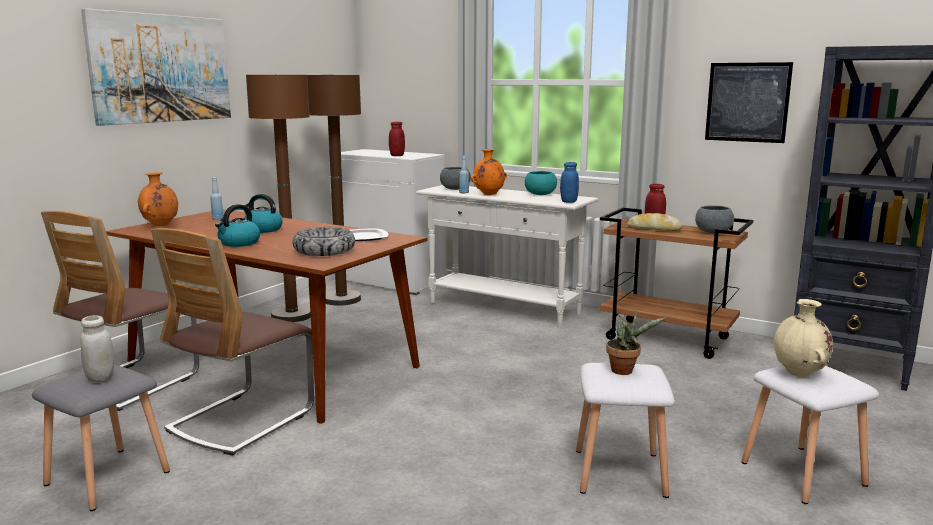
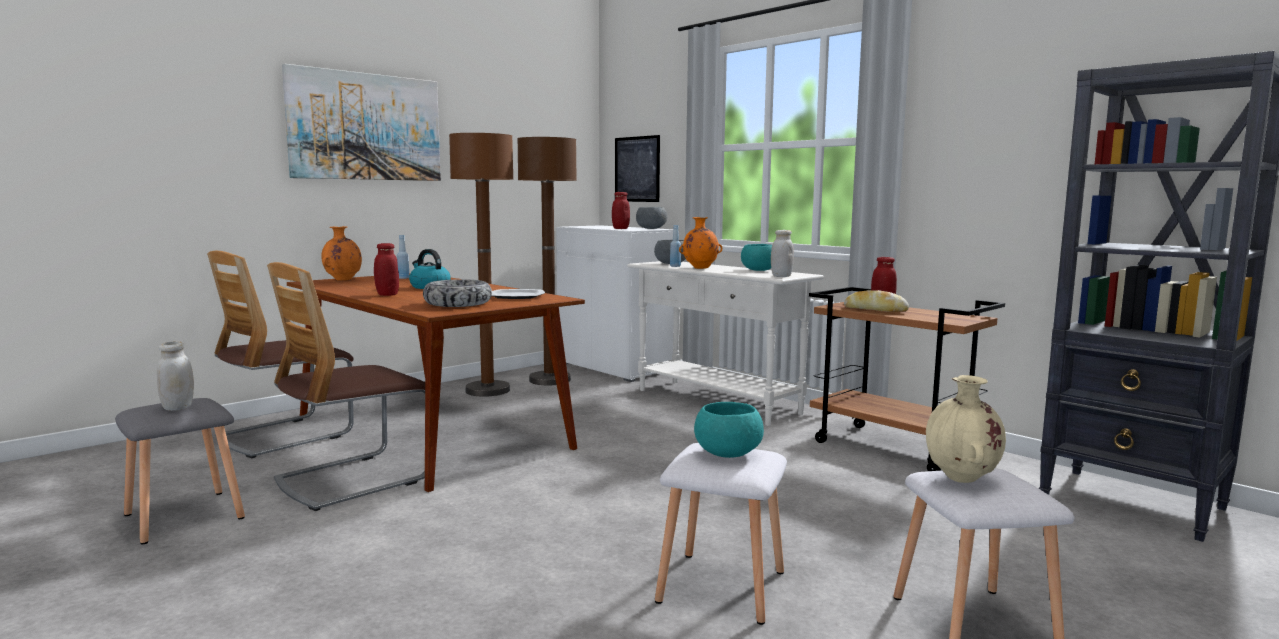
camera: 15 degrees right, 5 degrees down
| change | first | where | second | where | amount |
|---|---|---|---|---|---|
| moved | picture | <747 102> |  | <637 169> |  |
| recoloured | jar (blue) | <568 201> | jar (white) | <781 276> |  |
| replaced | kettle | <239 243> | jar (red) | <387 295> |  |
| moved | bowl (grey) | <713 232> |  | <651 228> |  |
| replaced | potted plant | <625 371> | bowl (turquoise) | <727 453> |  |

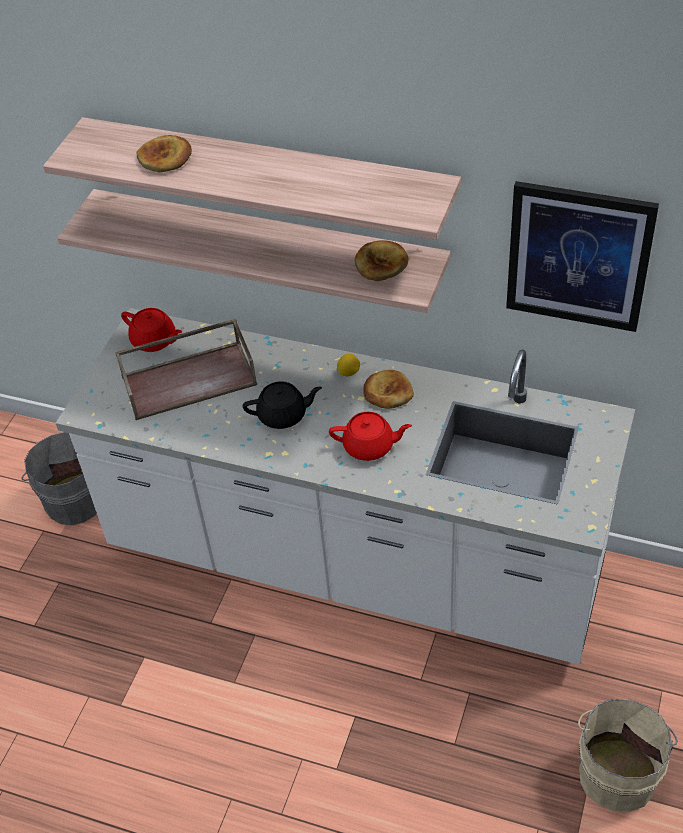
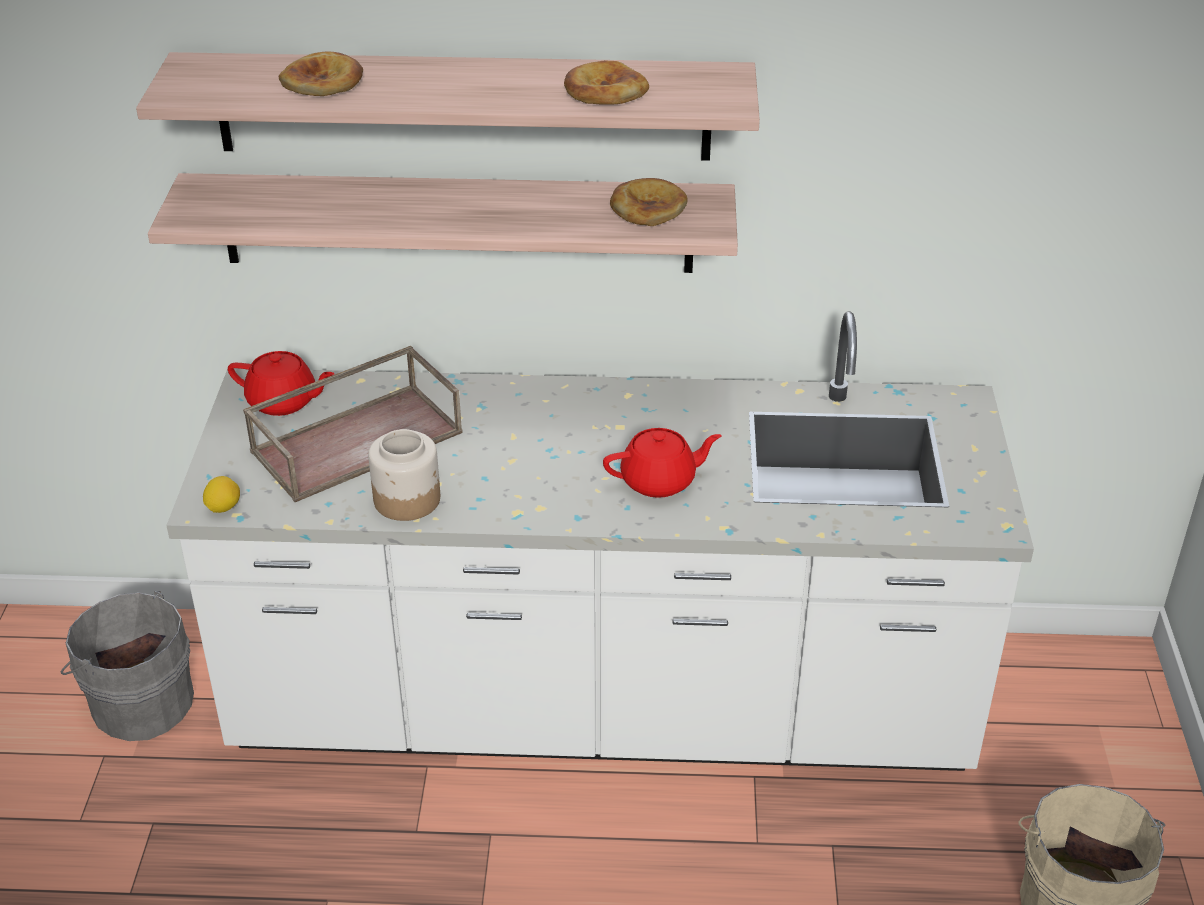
camera: 20 degrees left, 10 degrees down
| change | first | where | second | where | amount |
|---|---|---|---|---|---|
| removed | picture | <578 256> |  |  |  |
| moved | lemon | <348 372> |  | <223 507> |  |
| moved | bread | <387 392> |  | <604 90> |  |
| removed | teapot (black) | <283 415> |  |  |  |
| added |  |  | jar | <408 499> |  |

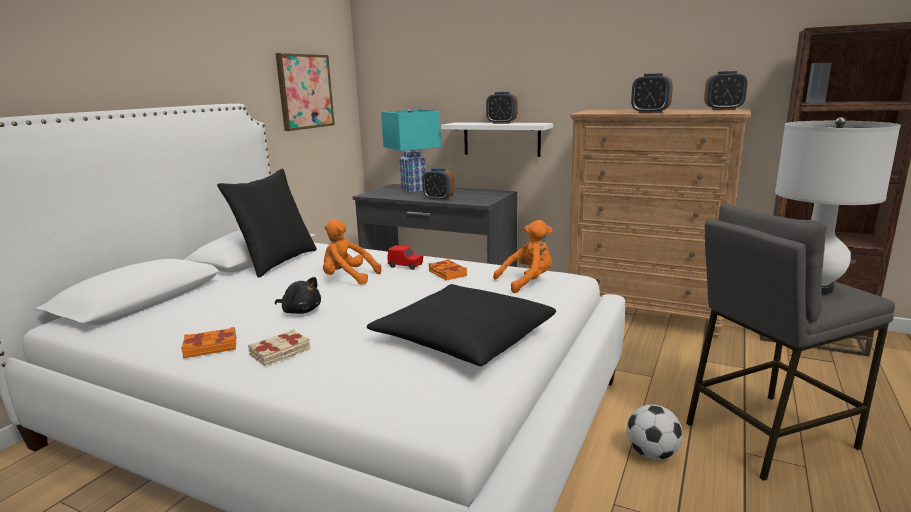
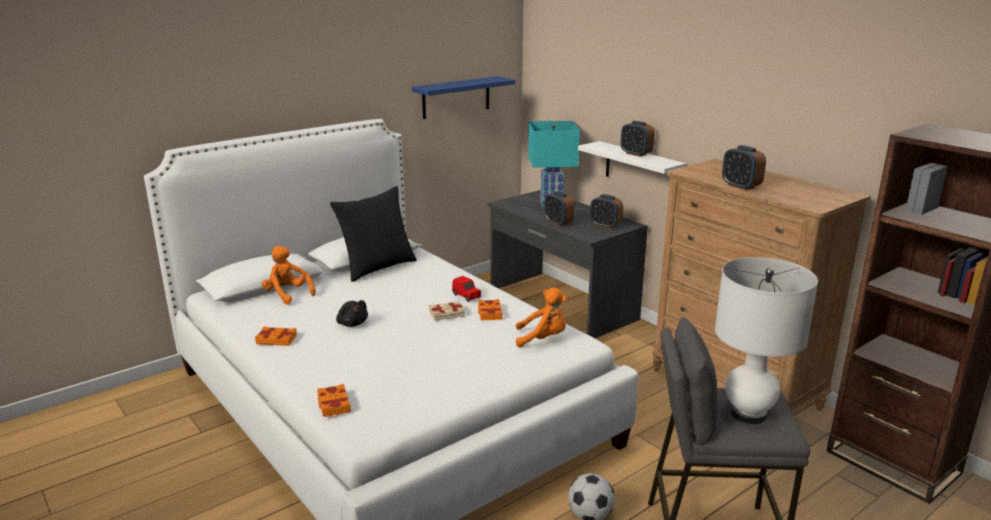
camera: 25 degrees right, 5 degrees up
| change | first | where | second | where | amount |
|---|---|---|---|---|---|
| replaced | picture | <305 91> | shelf (blue) | <456 97> |  |
| moved | alarm clock | <723 109> |  | <605 226> |  |
| moved | plush toy (orange) | <347 278> |  | <287 295> |  |
| removed | pillow (black) | <464 338> |  |  |  |
| moved | book (beige) | <280 352> |  | <447 314> |  |
| added |  |  | book (orange) | <333 404> |  |

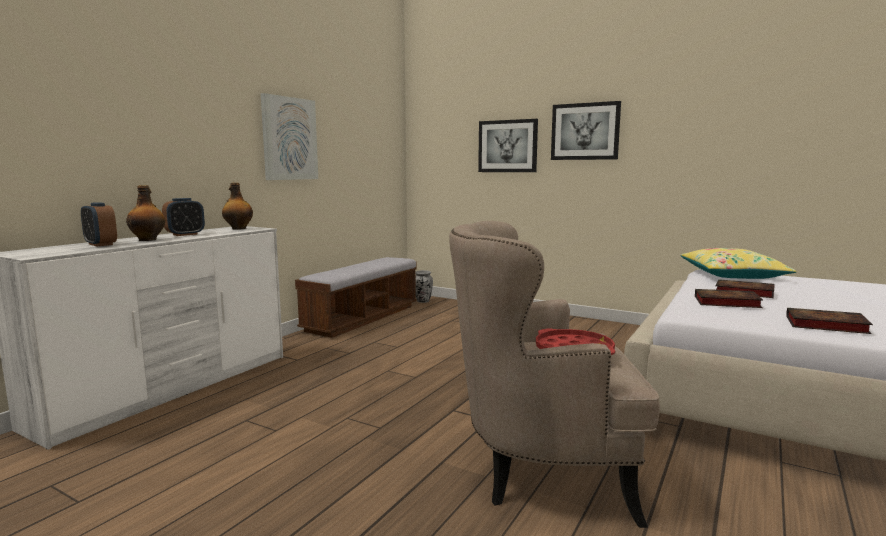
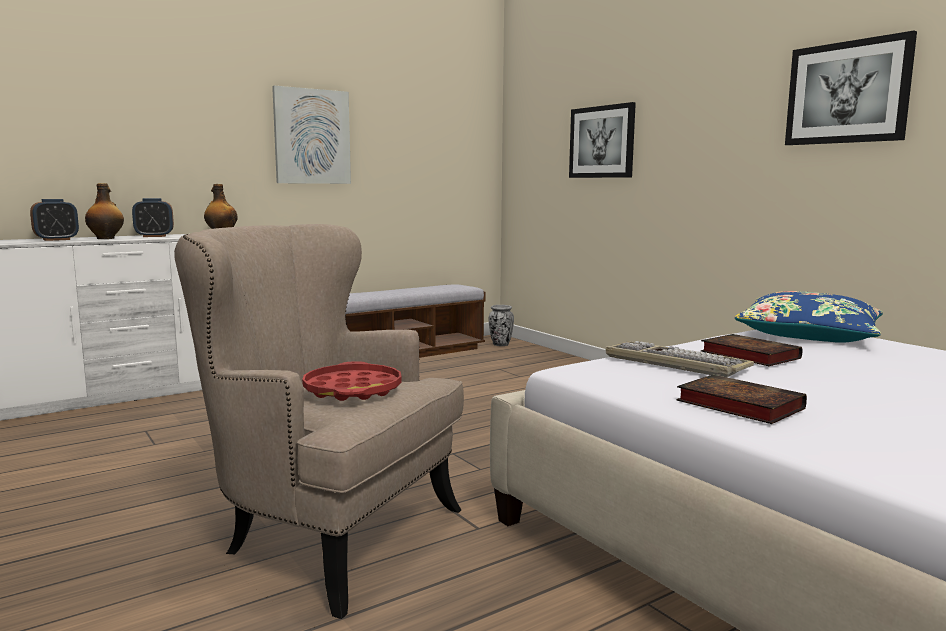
camera: 25 degrees right, 0 degrees up
| change | first | where | second | where | amount |
|---|---|---|---|---|---|
| moved | picture | <585 131> |  | <847 92> |  |
| turned | alarm clock | <100 244> |  | <56 239> | 105 degrees counterclockwise |
| recoloured | pillow (yellow) | <732 275> | pillow (blue) | <809 335> |  |
| replaced | book | <725 302> | keyboard | <673 363> |  |

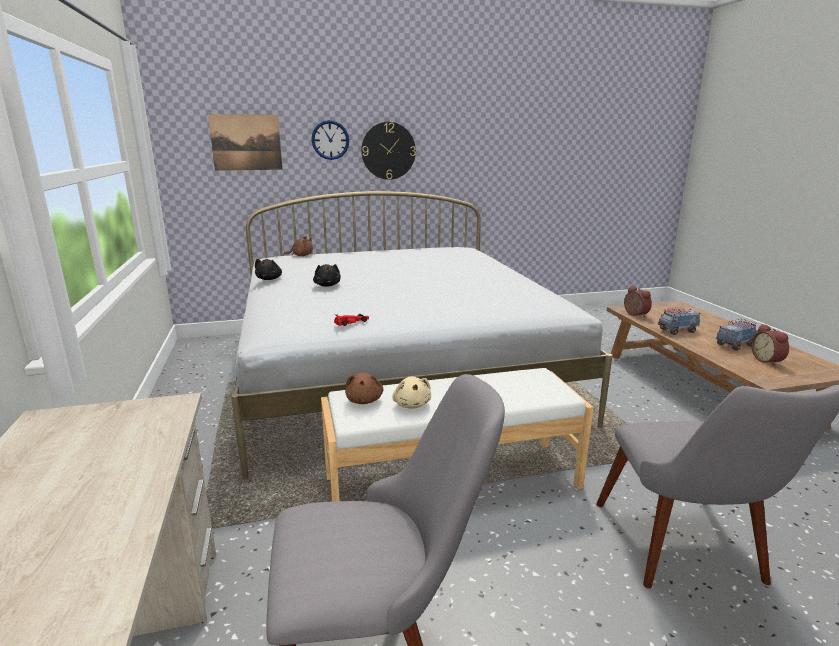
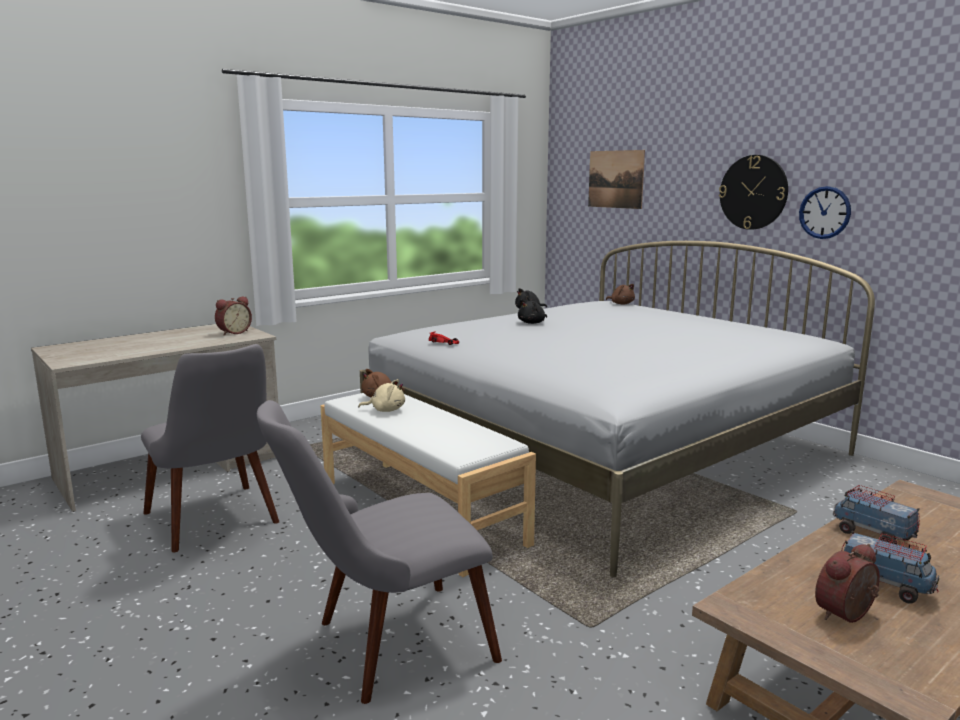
camera: 65 degrees right, 5 degrees down
| change | first | where | second | where | amount |
|---|---|---|---|---|---|
| moved | wall clock | <330 140> |  | <824 212> |  |
| moved | alarm clock | <634 314> |  | <233 332> |  |
| turned | plush toy (beige) | <412 404> |  | <386 410> | 135 degrees counterclockwise |

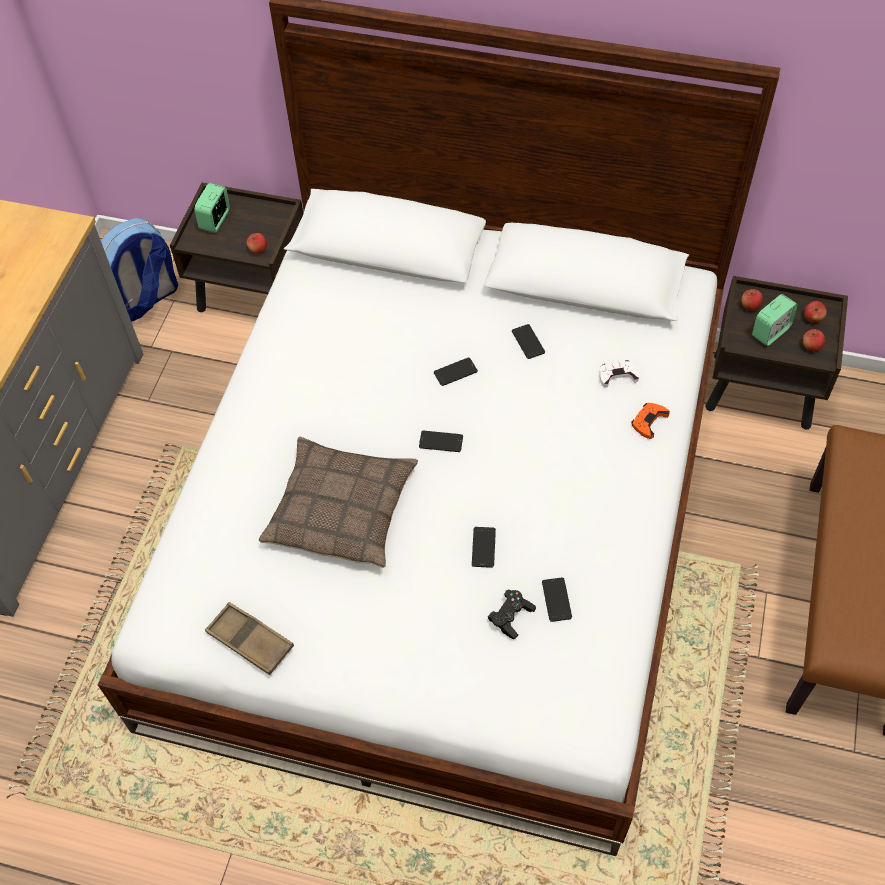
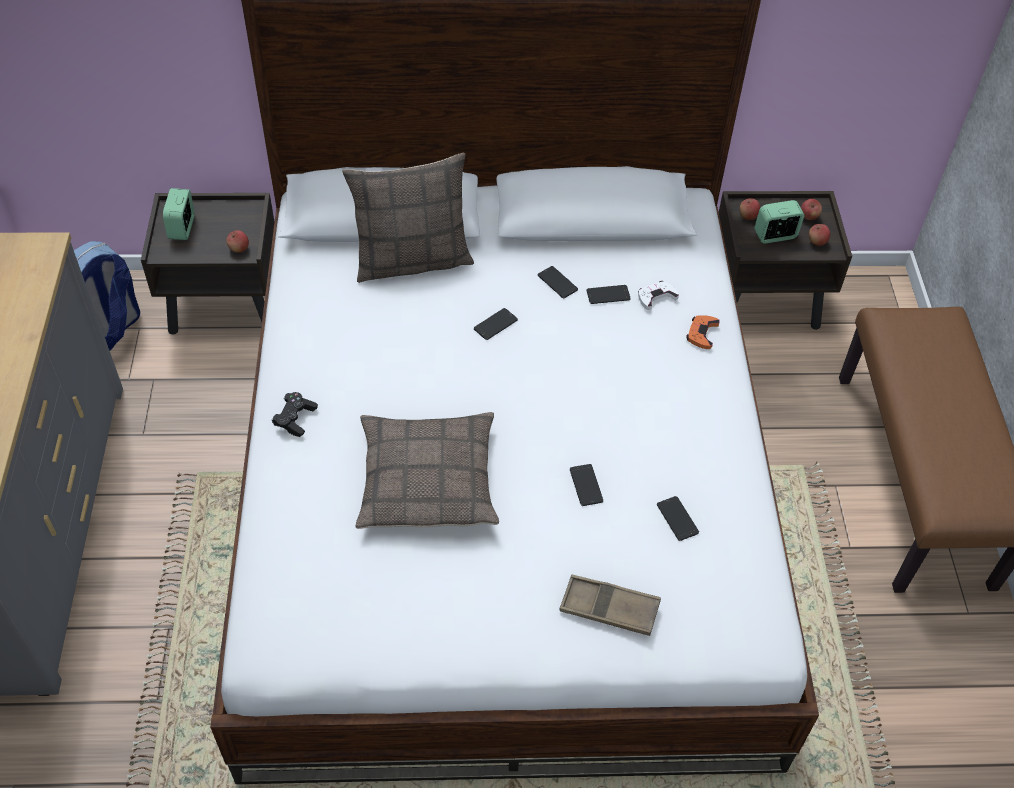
camera: 20 degrees left, 5 degrees down
| change | first | where | second | where | amount |
|---|---|---|---|---|---|
| turned | alarm clock | <770 332> |  | <775 235> | 135 degrees counterclockwise |
| moved | phone | <441 442> |  | <608 295> |  |
| moved | game controller (black) | <511 617> |  | <295 419> |  |
| moved | tray (brown) | <250 641> |  | <609 608> |  |
| added |  |  | pillow | <412 260> |  |

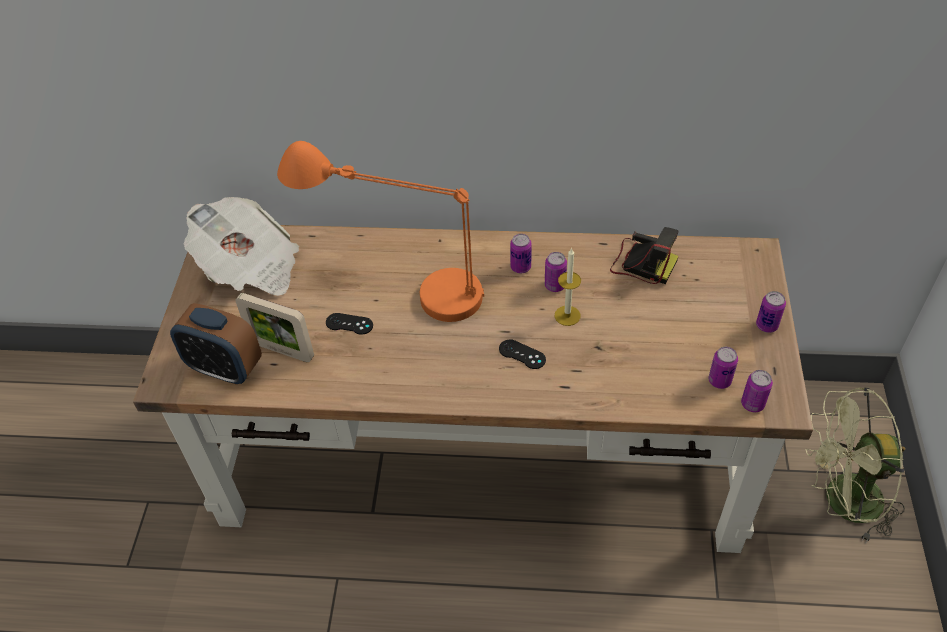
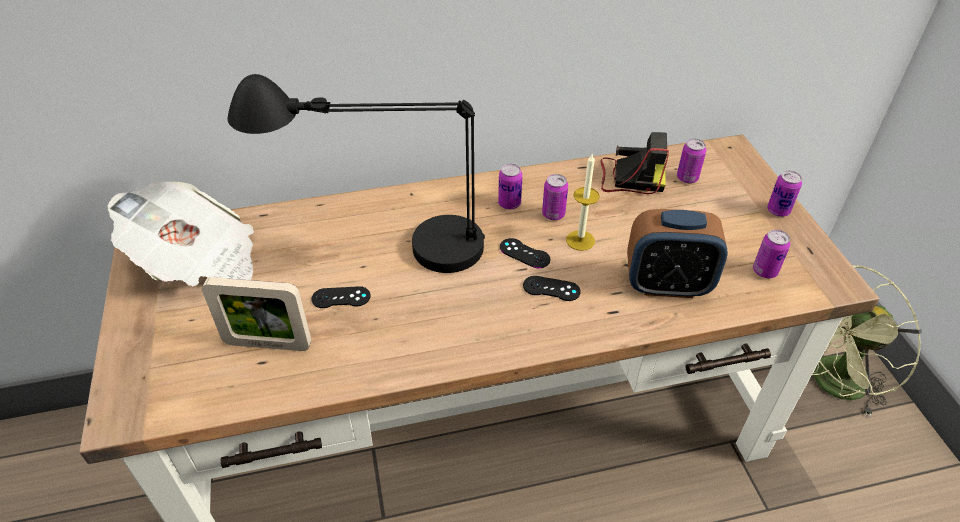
camera: 20 degrees left, 5 degrees down
| change | first | where | second | where | amount |
|---|---|---|---|---|---|
| recoloured | table lamp (orange) | <398 287> | table lamp (black) | <383 248> |  |
| moved | alarm clock | <225 368> |  | <667 285> |  |
| moved | can | <752 404> |  | <687 178> |  |
| added |  |  | game controller (black) | <524 253> |  |

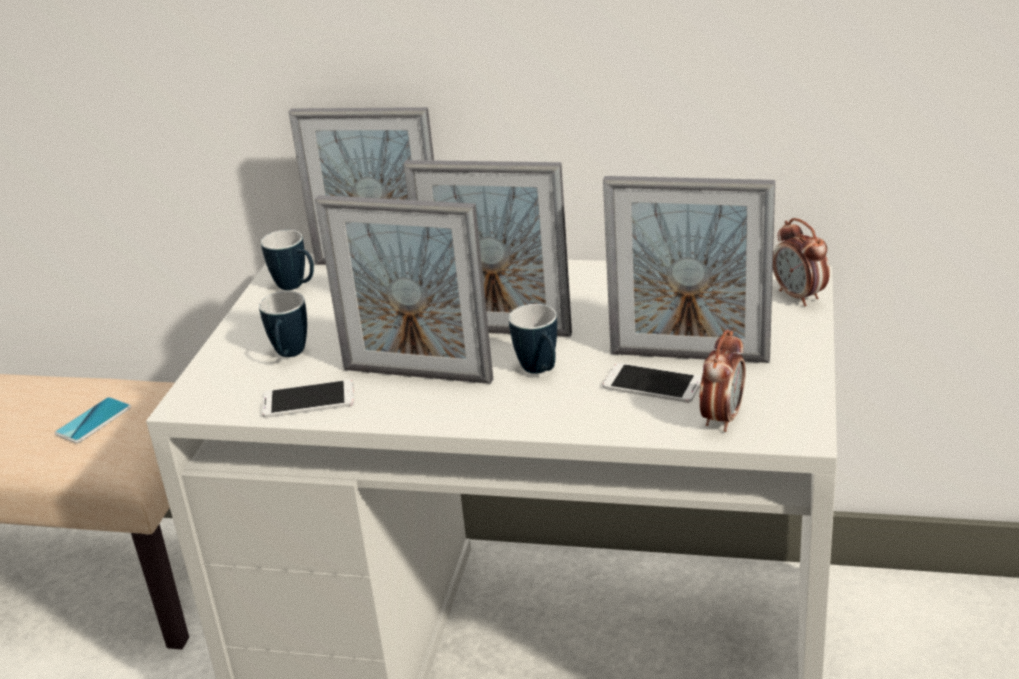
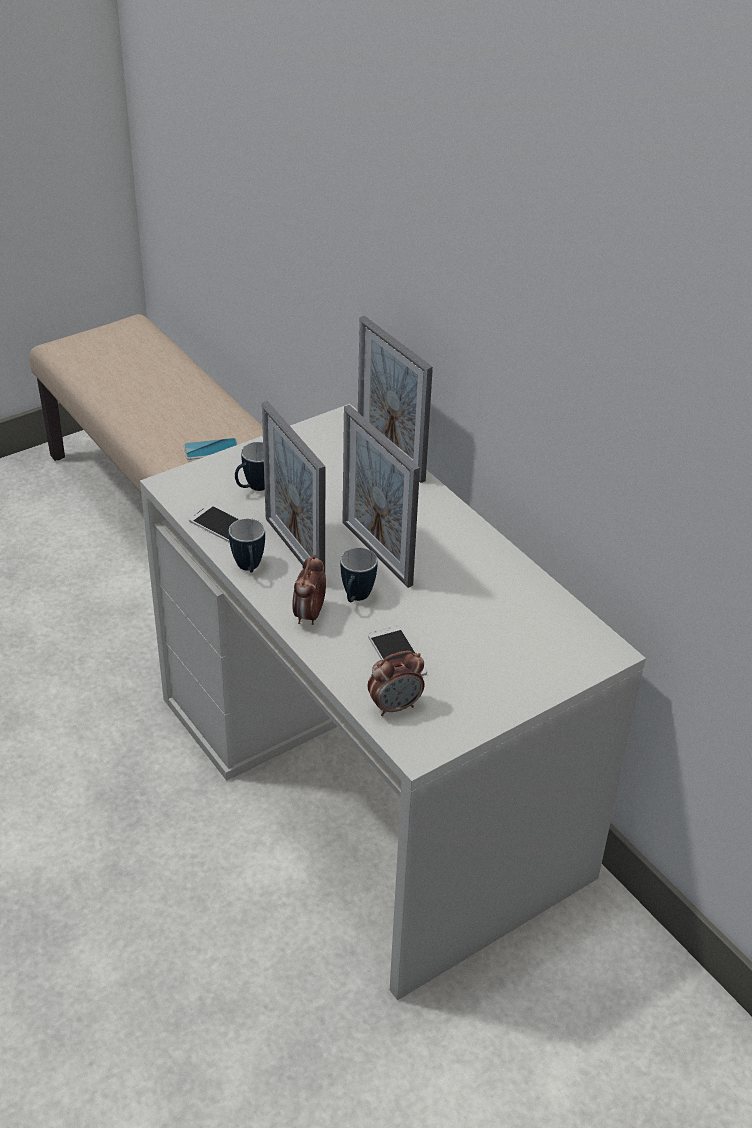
camera: 40 degrees right, 10 degrees up
| change | first | where | second | where | amount |
|---|---|---|---|---|---|
| removed | picture frame | <689 356> |  |  |  |
| moved | alarm clock | <799 296> |  | <309 615> |  |
| moved | mug | <296 287> |  | <249 569> |  |

